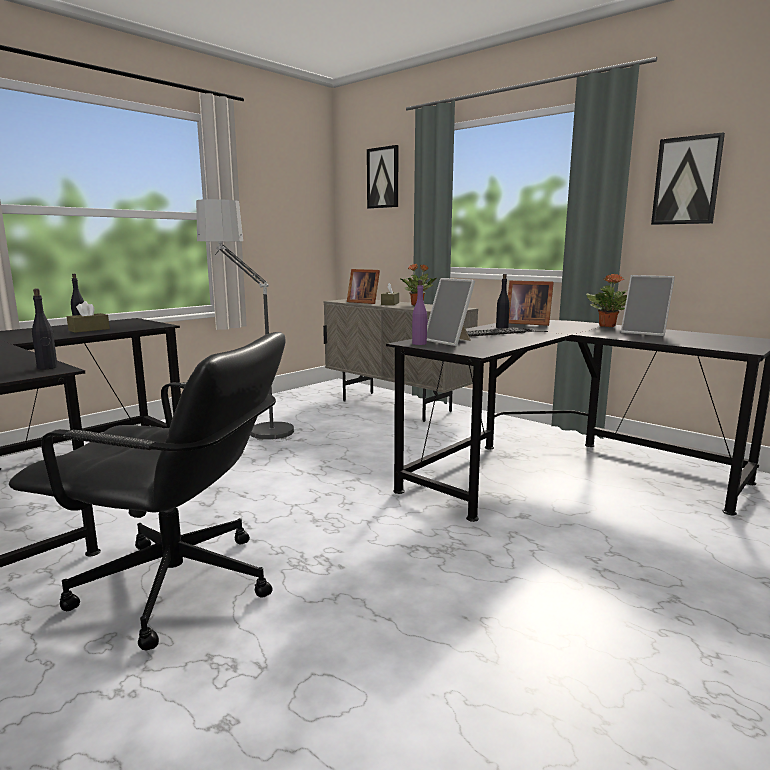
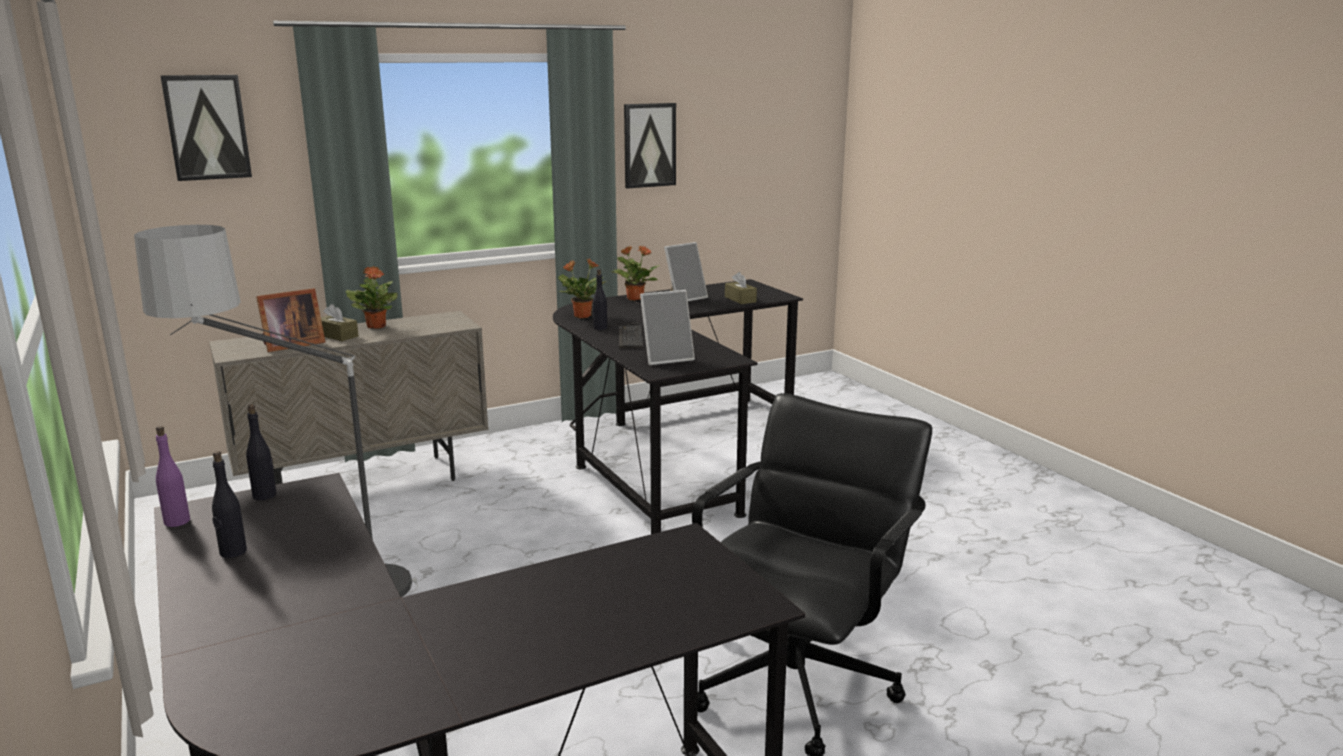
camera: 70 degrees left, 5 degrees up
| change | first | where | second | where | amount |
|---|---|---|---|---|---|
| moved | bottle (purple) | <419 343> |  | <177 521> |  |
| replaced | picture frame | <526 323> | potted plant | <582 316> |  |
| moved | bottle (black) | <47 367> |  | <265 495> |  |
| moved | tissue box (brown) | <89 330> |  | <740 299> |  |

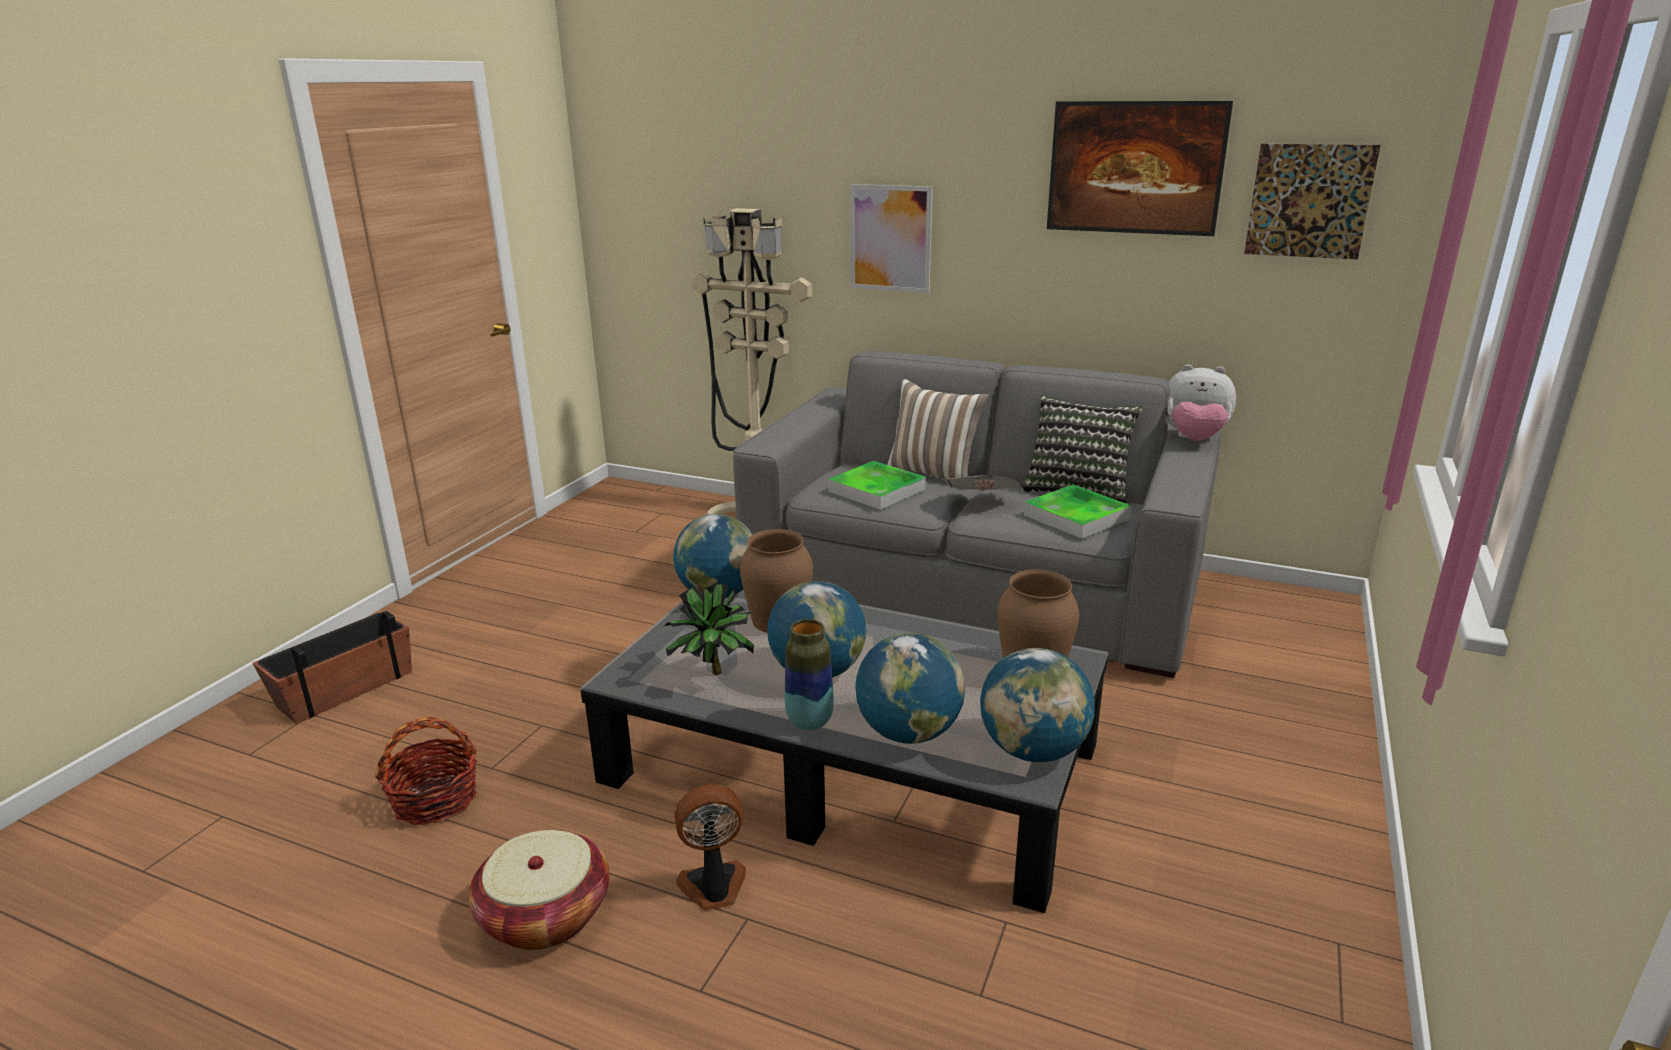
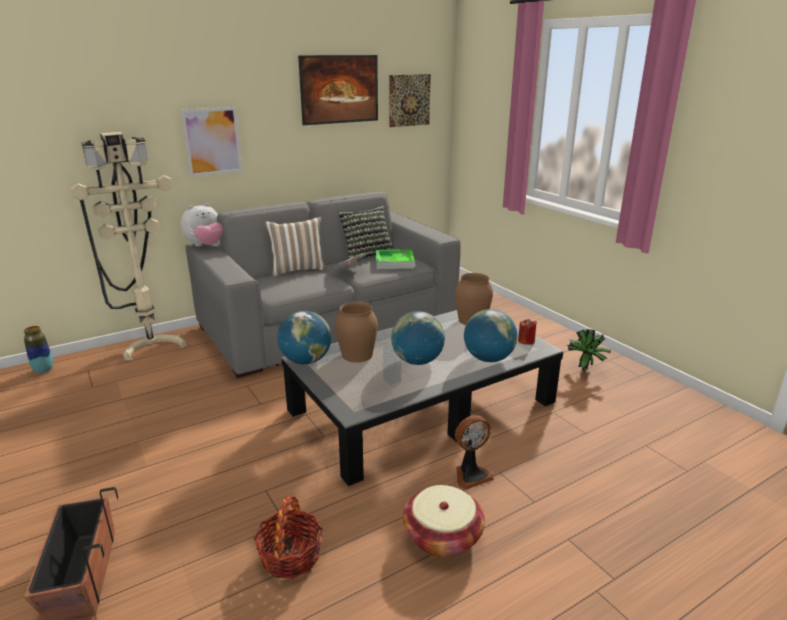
camera: 55 degrees left, 0 degrees up
| change | first | where | second | where | amount |
|---|---|---|---|---|---|
| moved | plush toy | <1194 440> |  | <205 246> |  |
| removed | tray | <876 490> |  |  |  |
| moved | potted plant | <713 676> |  | <586 372> |  |
| moved | vase | <809 722> |  | <43 370> |  |
| replaced | globe | <1033 750> | candle (red) | <526 341> |  |
| turned | fan | <714 888> |  | <471 475> | 135 degrees counterclockwise |

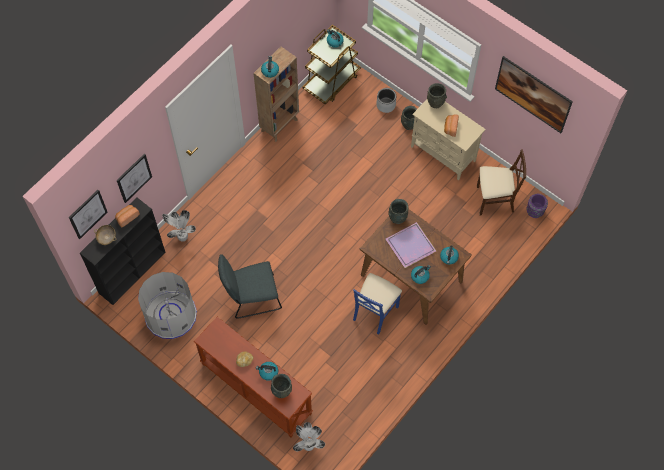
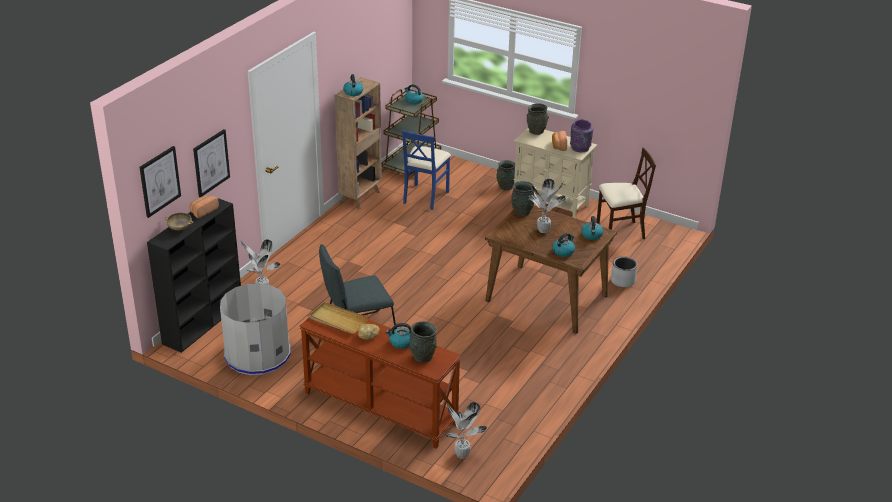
camera: 10 degrees left, 30 degrees down
| change | first | where | second | where | amount |
|---|---|---|---|---|---|
| removed | picture | <530 102> |  |  |  |
| moved | planter (grey) | <386 105> |  | <623 281> |  |
| moved | vase (purple) | <534 212> |  | <580 148> |  |
| replaced | tray (purple) | <410 246> | potted plant | <544 231> |  |
| moved | chair (blue) | <375 312> |  | <425 196> |  |
| added |  |  | tray (beige) | <338 320> |  |

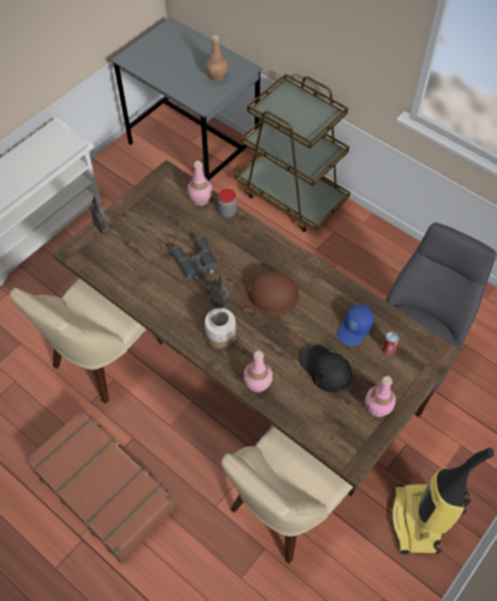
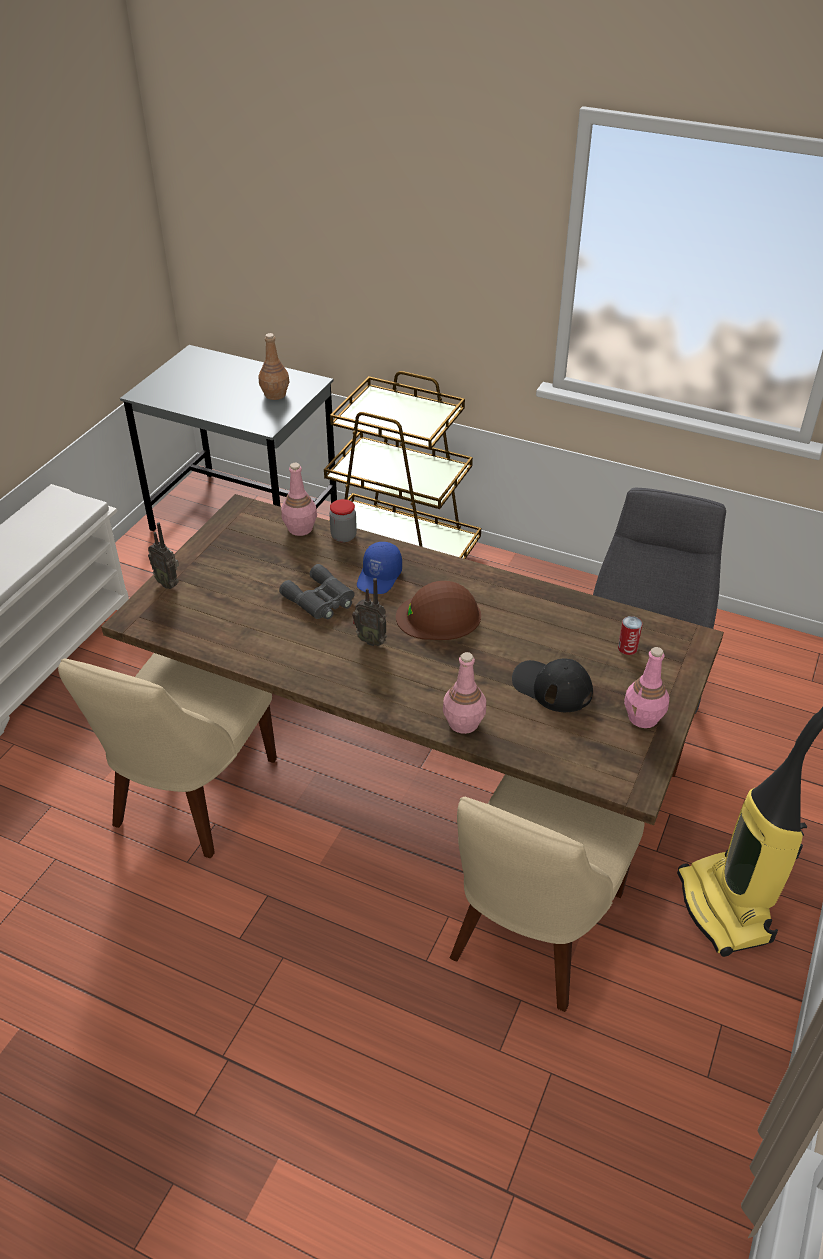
camera: 15 degrees left, 15 degrees down
| change | first | where | second | where | amount |
|---|---|---|---|---|---|
| moved | cap (blue) | <355 329> |  | <380 577> |  |
| removed | jar | <221 335> |  |  |  |
| removed | suitcase (brown) | <104 489> |  |  |  |

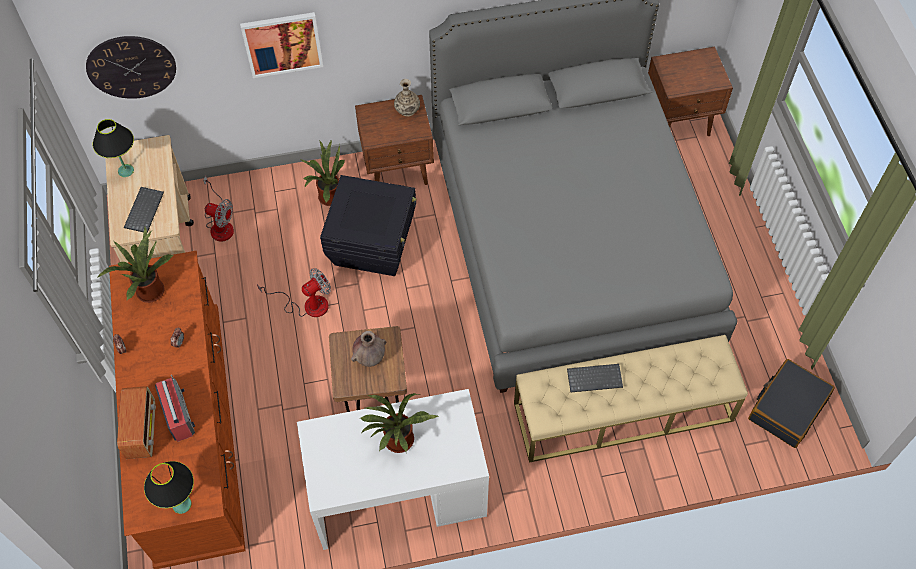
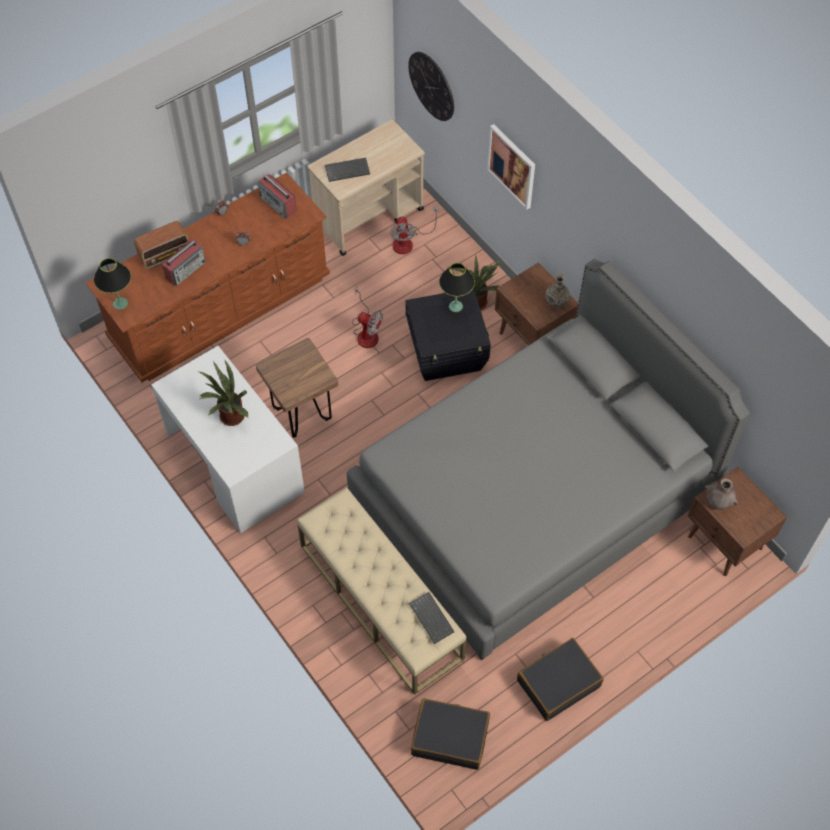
camera: 65 degrees right, 0 degrees up
| change | first | where | second | where | amount |
|---|---|---|---|---|---|
| moved | table lamp (black) | <125 170> |  | <455 306> |  |
| replaced | potted plant | <149 289> | radio | <278 204> |  |
| moved | vase (brown) | <370 358> |  | <718 502> |  |
| moved | keyboard | <595 377> |  | <432 618> |  |
| added |  |  | suitcase (black) | <558 683> |  |

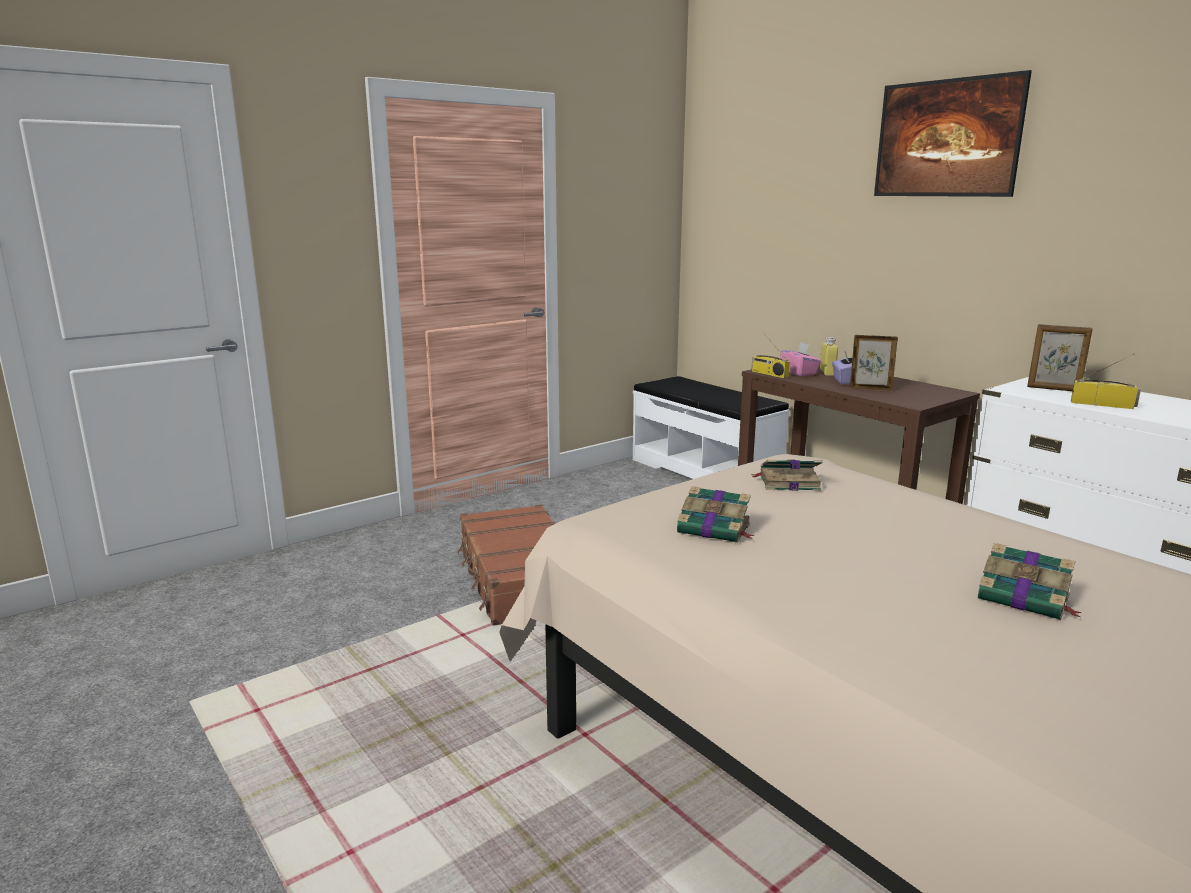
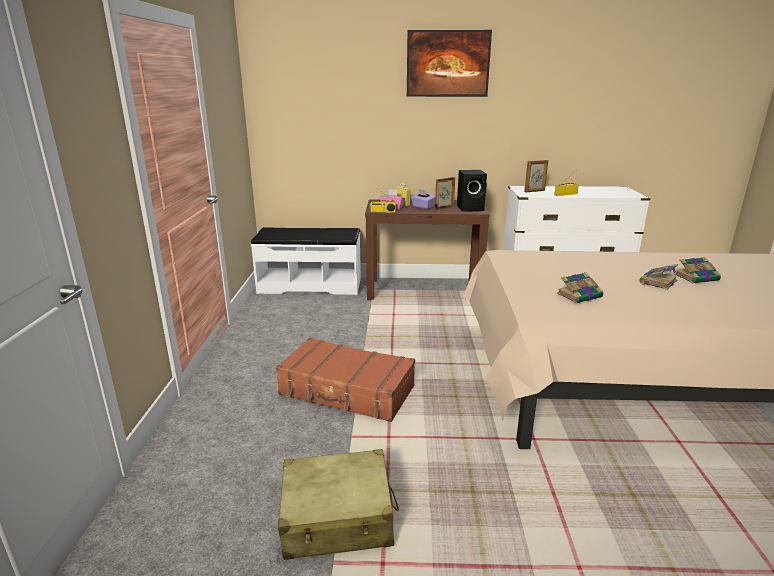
camera: 50 degrees left, 5 degrees up
| change | first | where | second | where | amount |
|---|---|---|---|---|---|
| moved | book | <787 482> |  | <657 282> |  |
| added |  |  | speaker (black) | <471 208> |  |
| added |  |  | suitcase (beige) | <338 518> |  |

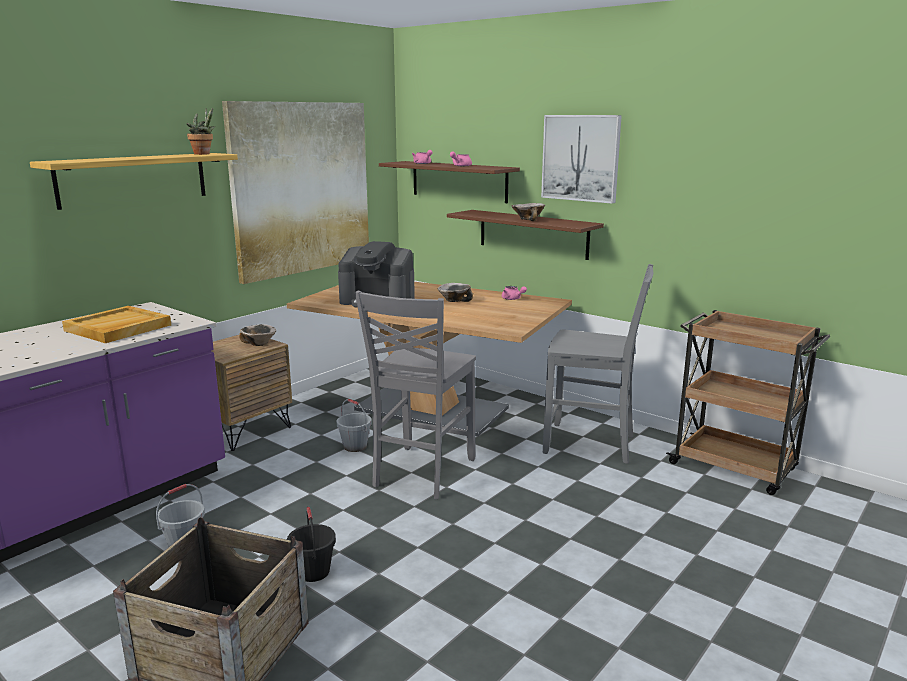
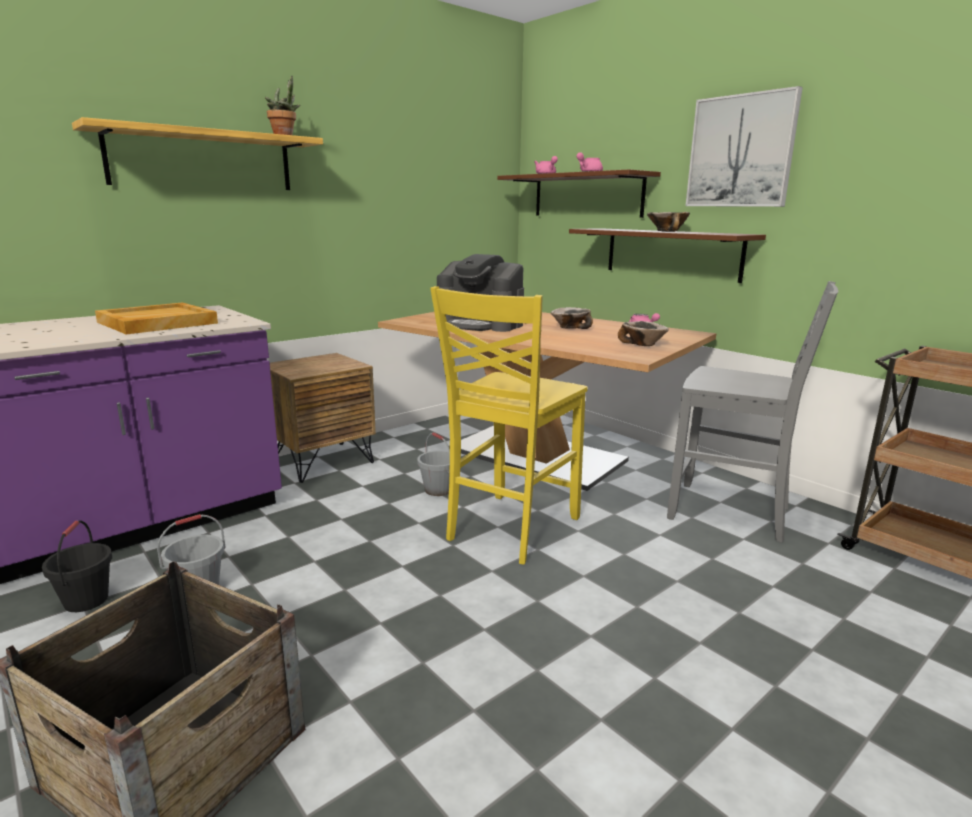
camera: 10 degrees right, 0 degrees up
| change | first | where | second | where | amount |
|---|---|---|---|---|---|
| removed | picture | <301 188> |  |  |  |
| recoloured | chair (grey) | <421 473> | chair (yellow) | <510 529> |  |
| moved | bowl | <259 344> |  | <643 344> |  |
| moved | bucket (black) | <314 572> |  | <86 600> |  |

